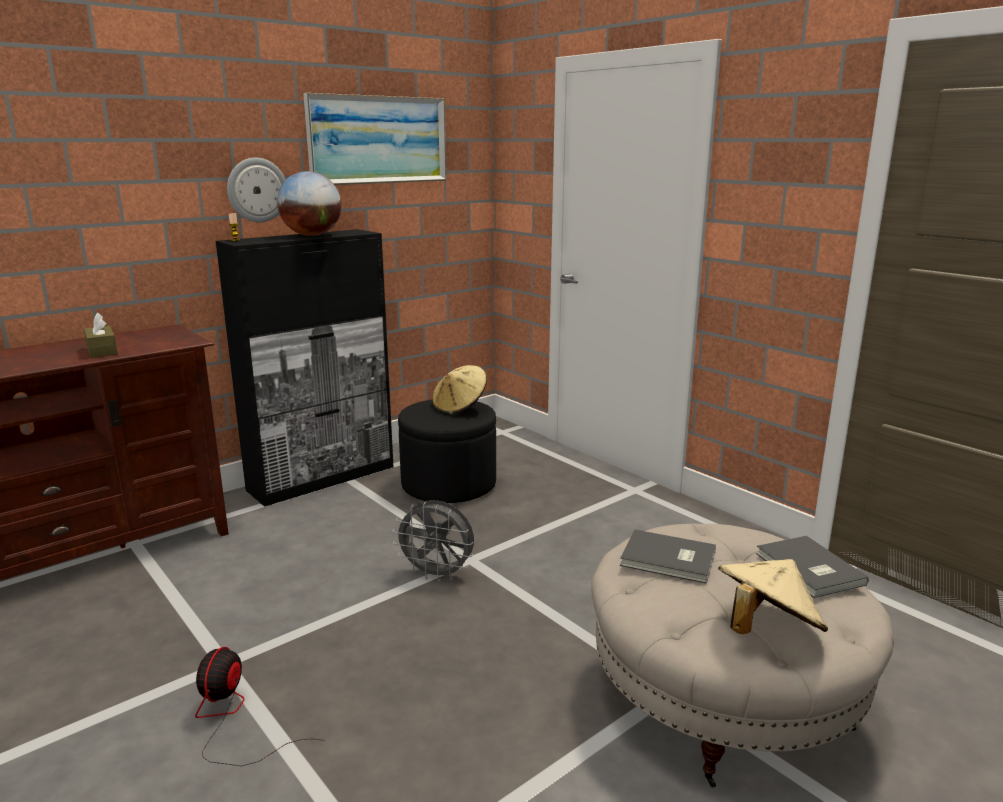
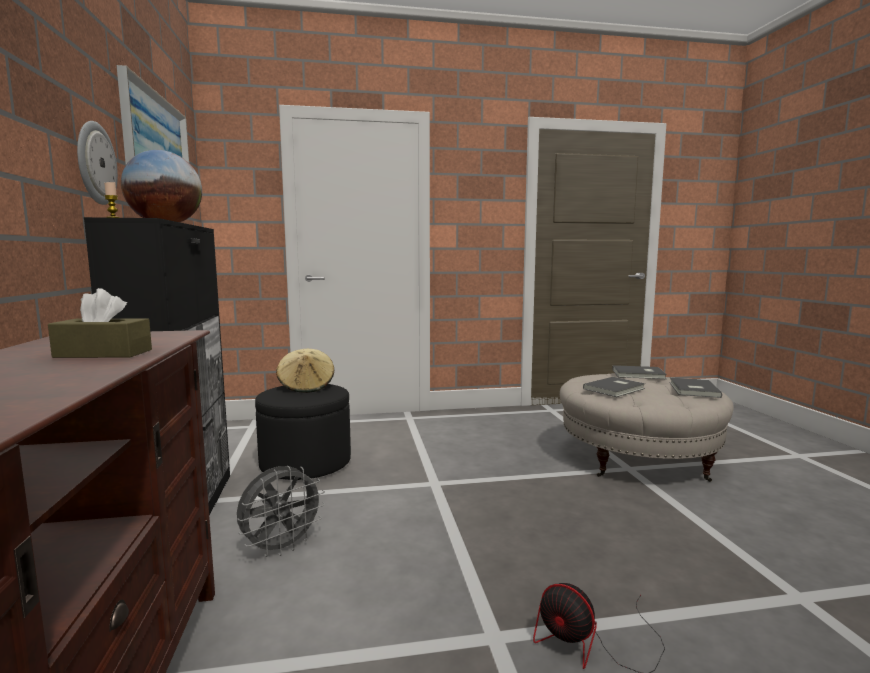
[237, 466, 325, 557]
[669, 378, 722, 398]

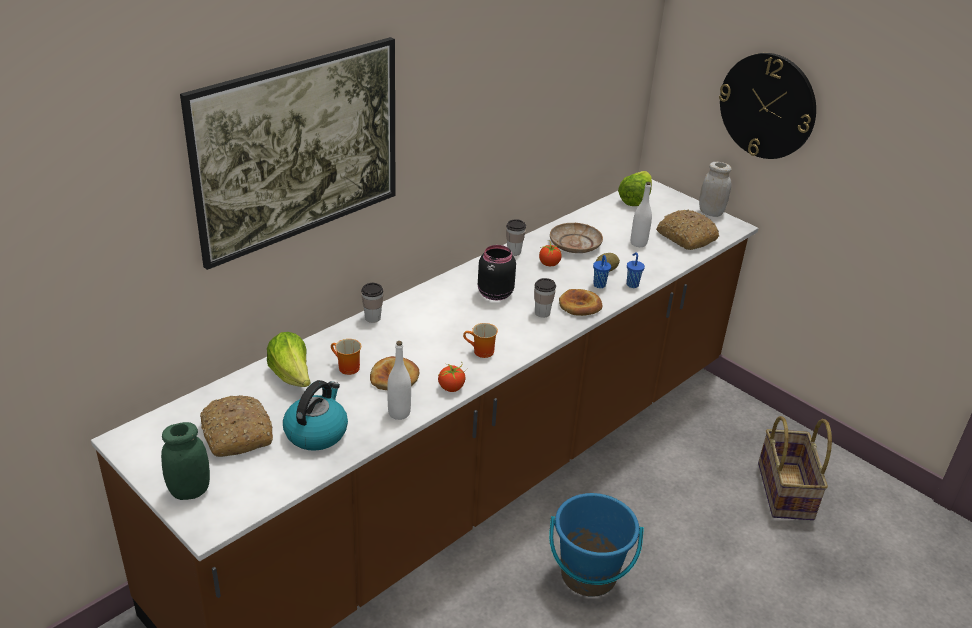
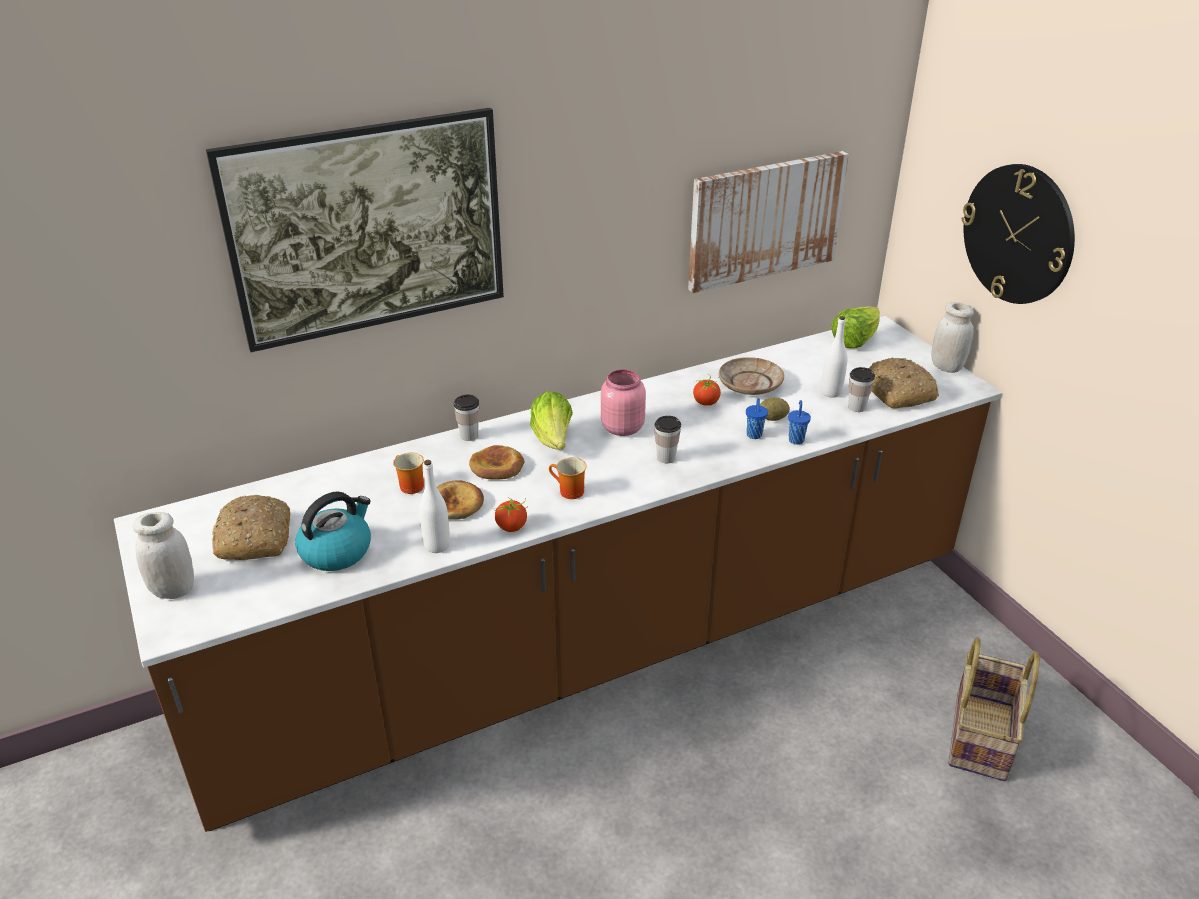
[133, 512, 194, 599]
[530, 391, 573, 450]
[601, 369, 646, 436]
[848, 367, 875, 412]
[549, 493, 644, 597] (first image)
[469, 445, 524, 480]
[688, 151, 849, 293]

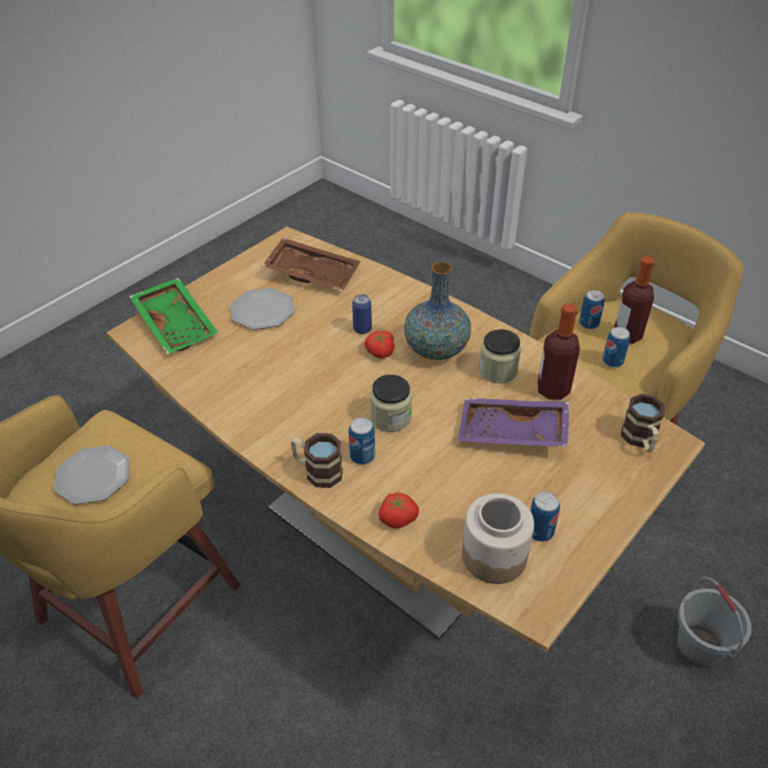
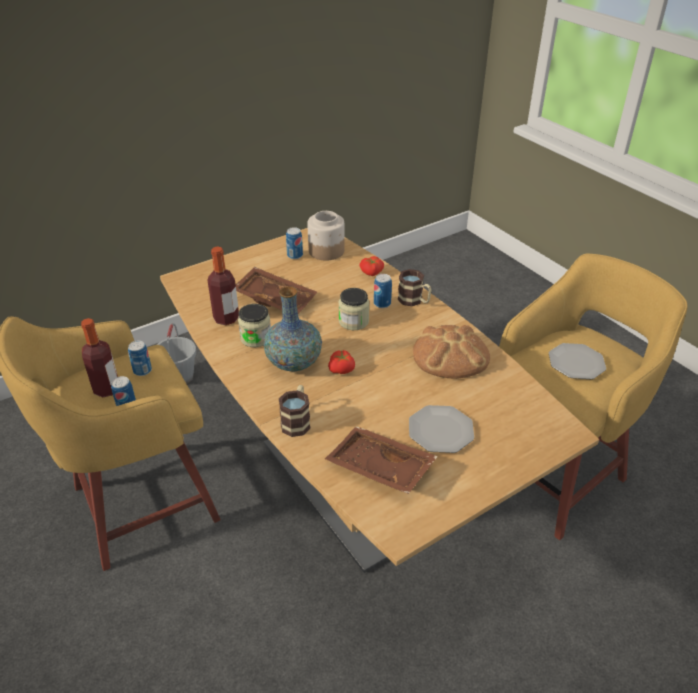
[129, 277, 218, 355] (first image)
[352, 294, 372, 334] (first image)
[236, 267, 317, 314]
[279, 385, 310, 437]
[413, 325, 490, 379]

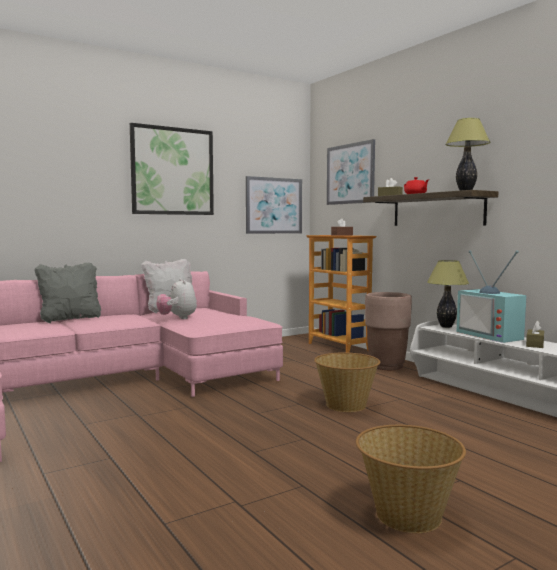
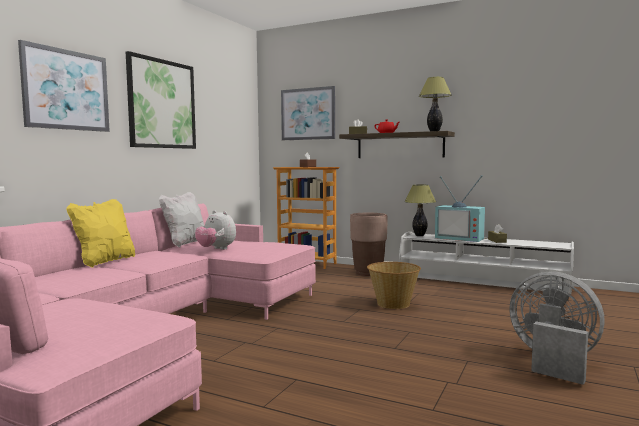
[66, 199, 135, 268]
[18, 40, 110, 132]
[509, 271, 605, 385]

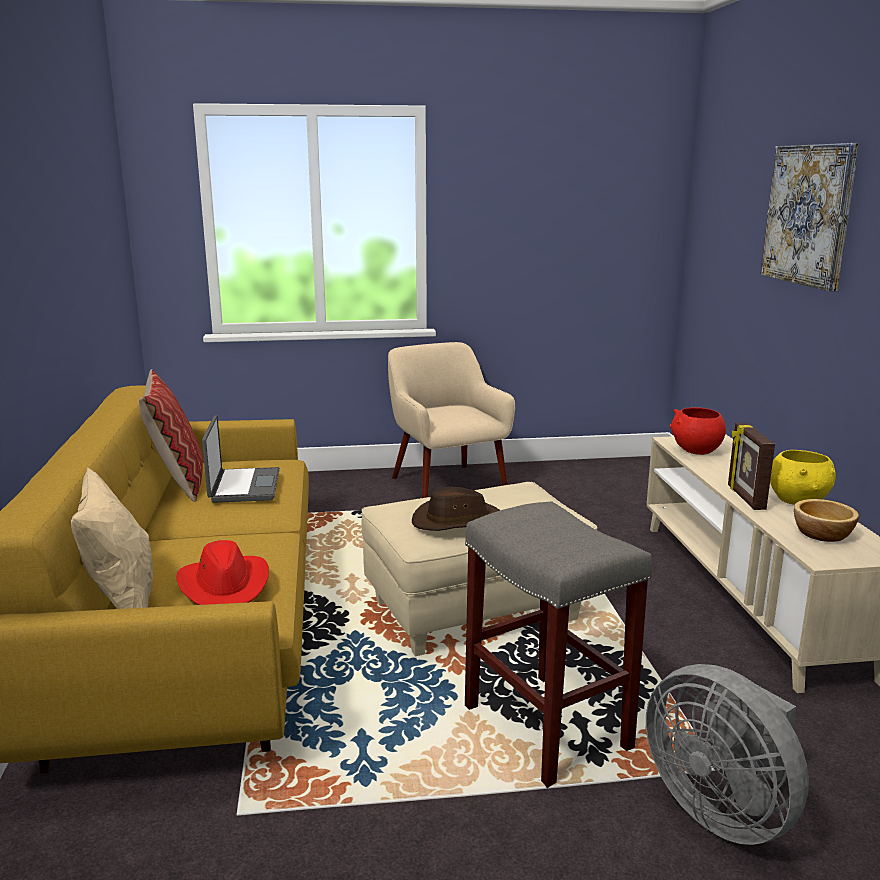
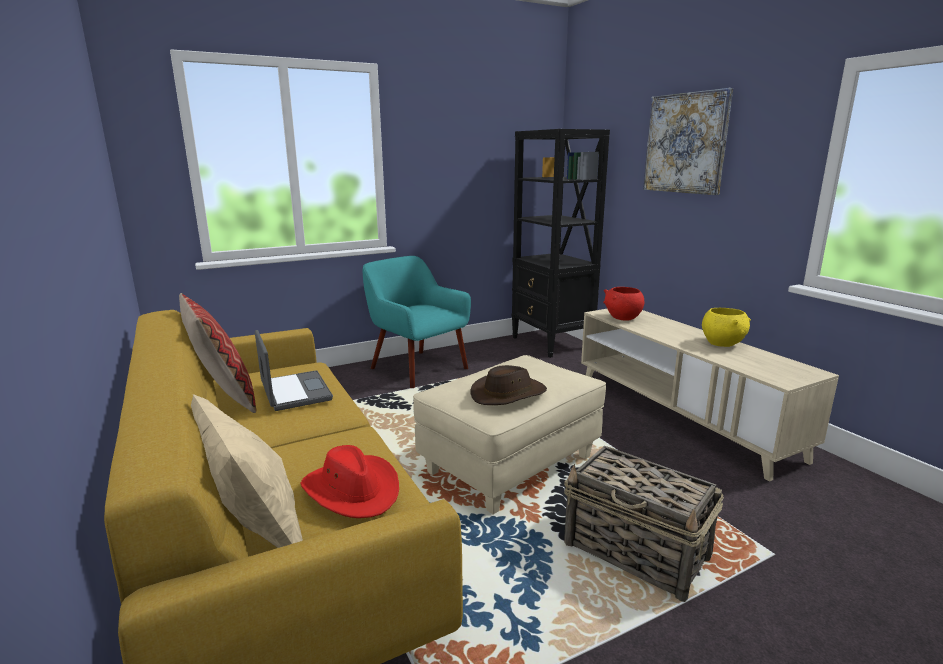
[363, 256, 471, 388]
[564, 446, 724, 602]
[646, 664, 809, 845] (first image)
[728, 423, 775, 510] (first image)
[794, 499, 859, 542] (first image)
[511, 129, 610, 358]

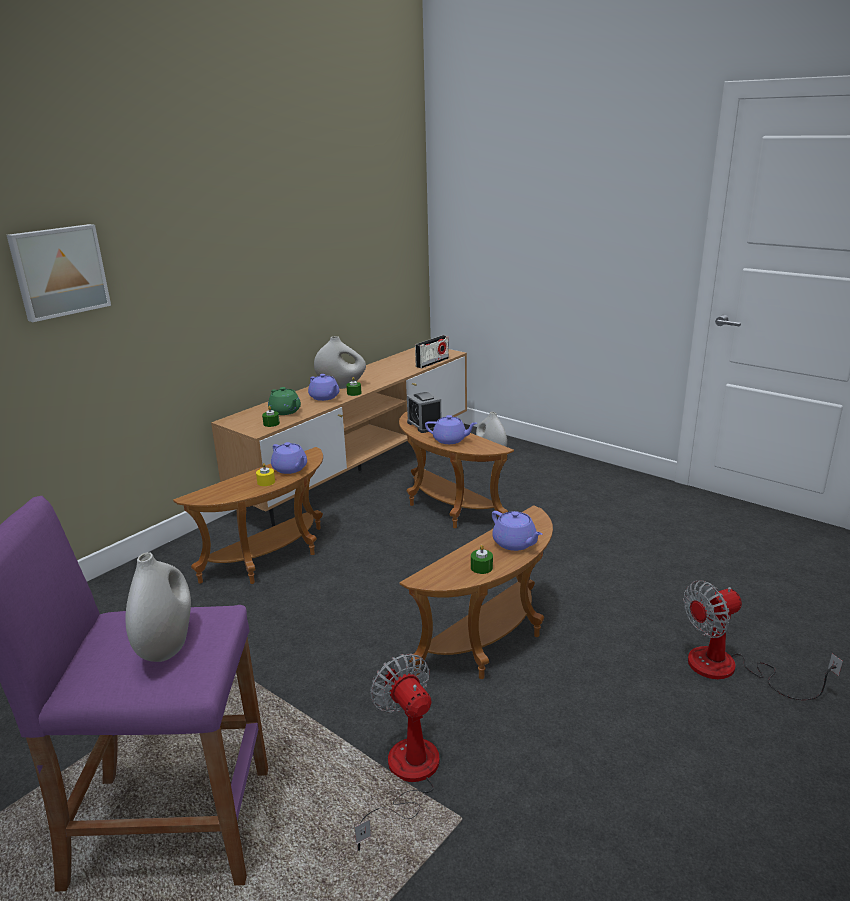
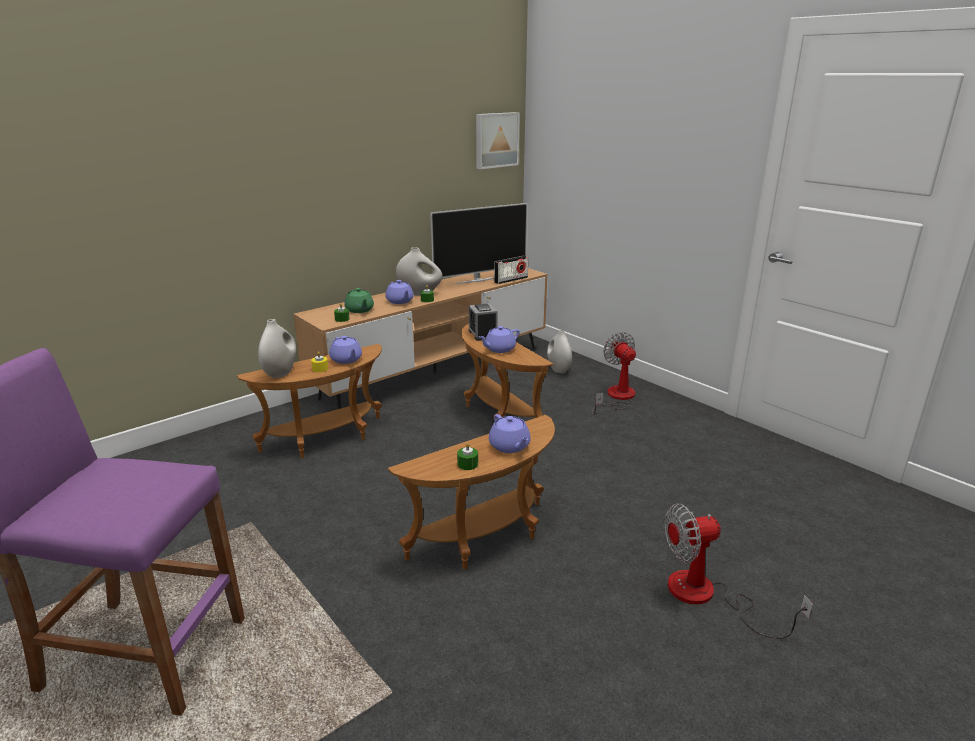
[476, 112, 520, 169]
[258, 319, 296, 378]
[592, 332, 636, 415]
[479, 326, 519, 353]
[430, 203, 528, 284]

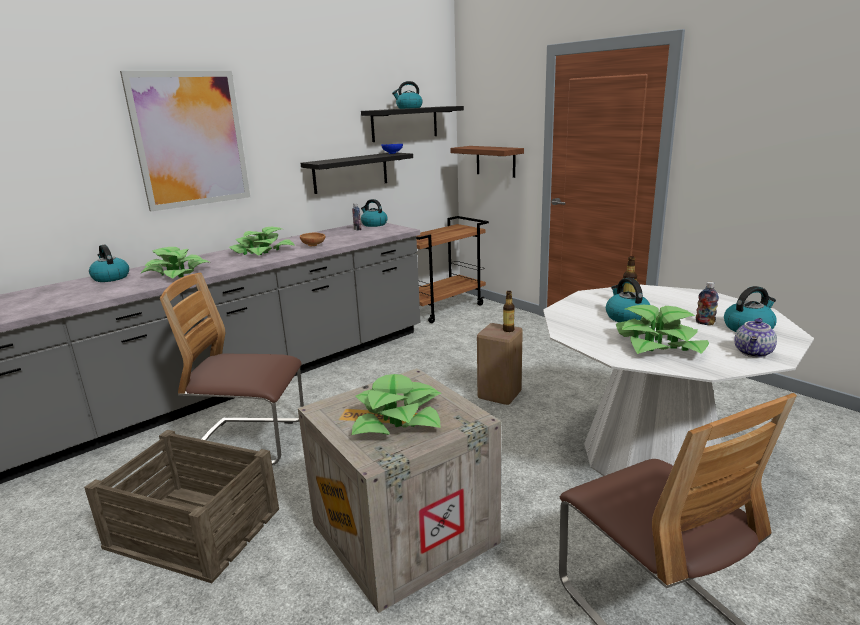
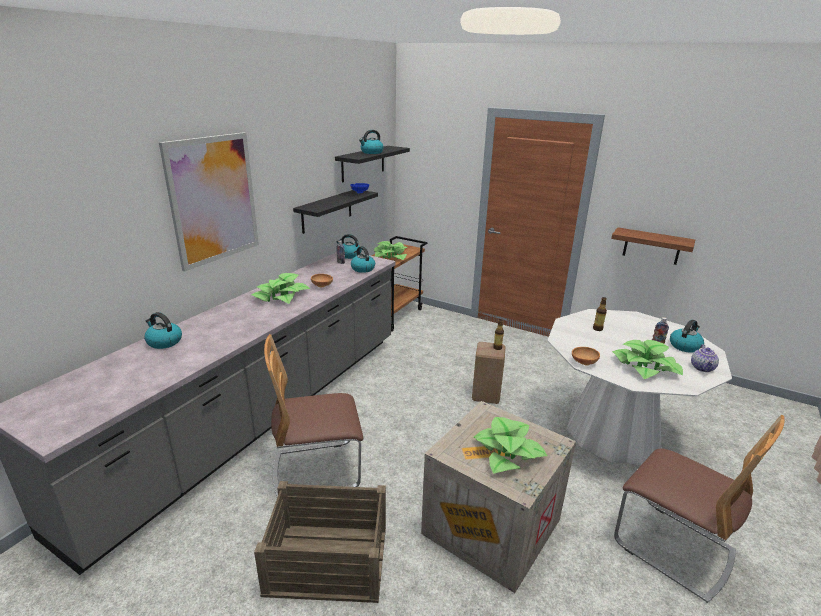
[374, 241, 407, 260]
[611, 227, 695, 265]
[351, 246, 375, 273]
[572, 347, 600, 366]

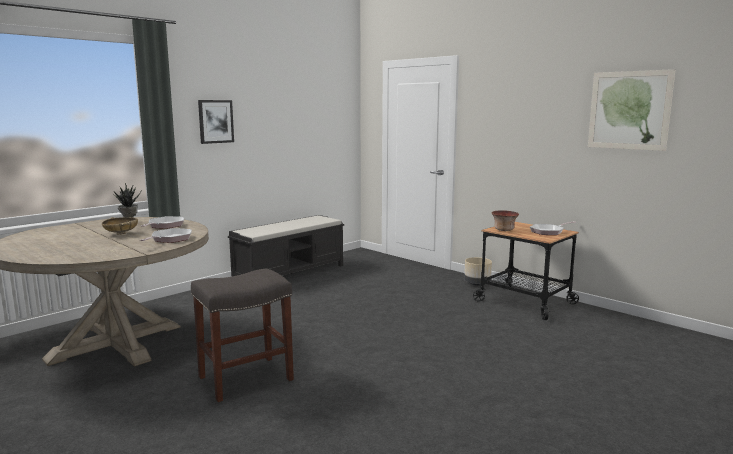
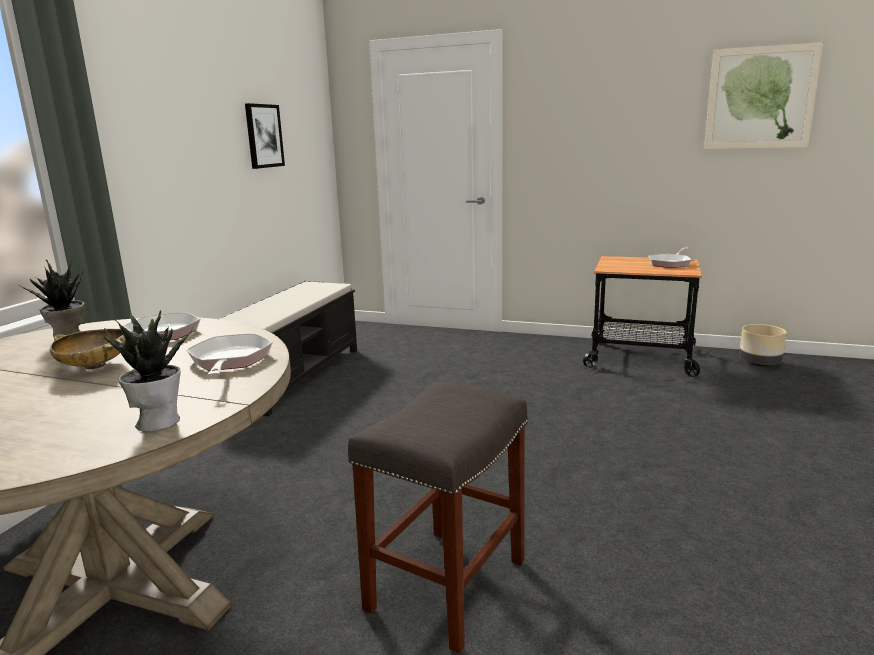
[245, 103, 285, 169]
[739, 324, 787, 367]
[492, 210, 519, 231] (first image)
[102, 309, 193, 431]

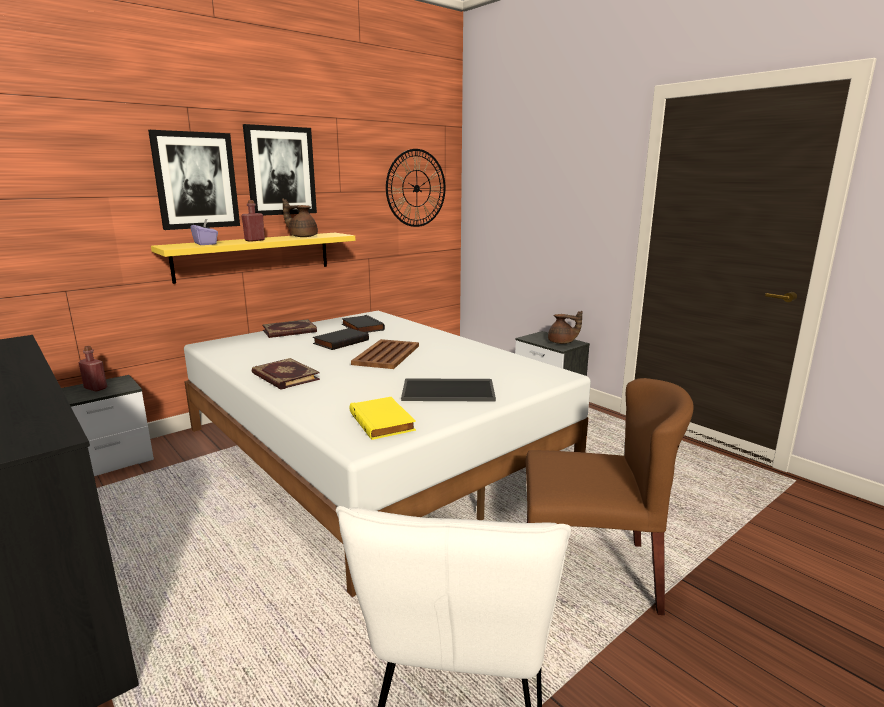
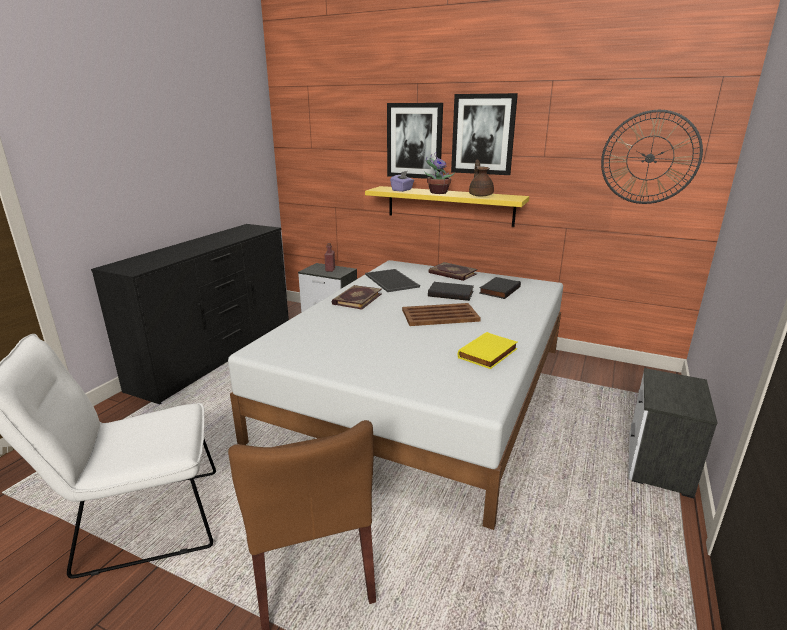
[424, 152, 455, 194]
[458, 332, 517, 369]
[365, 269, 420, 292]
[548, 311, 583, 344] (first image)

